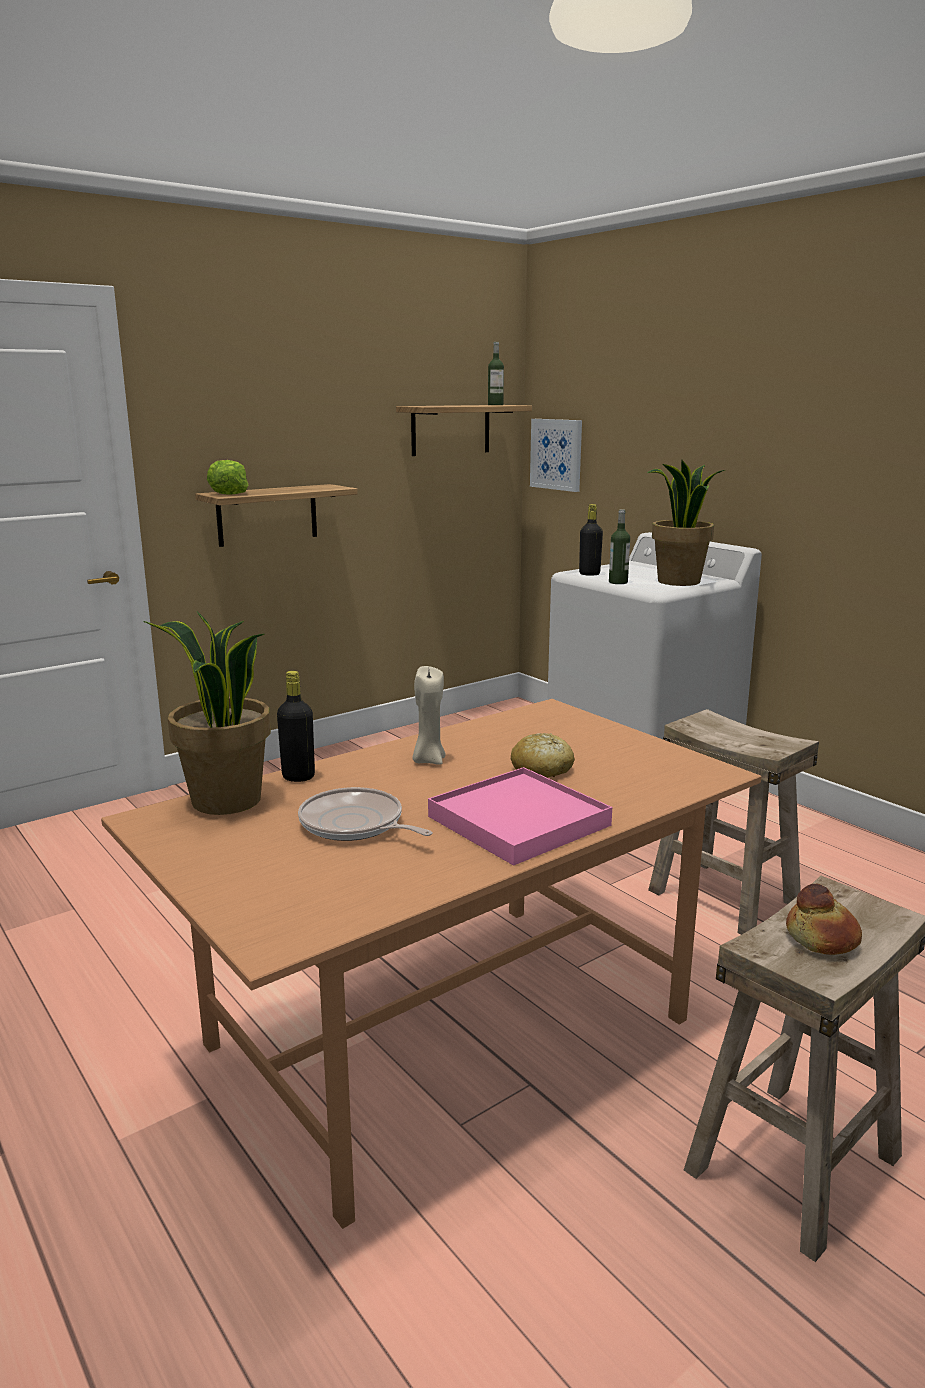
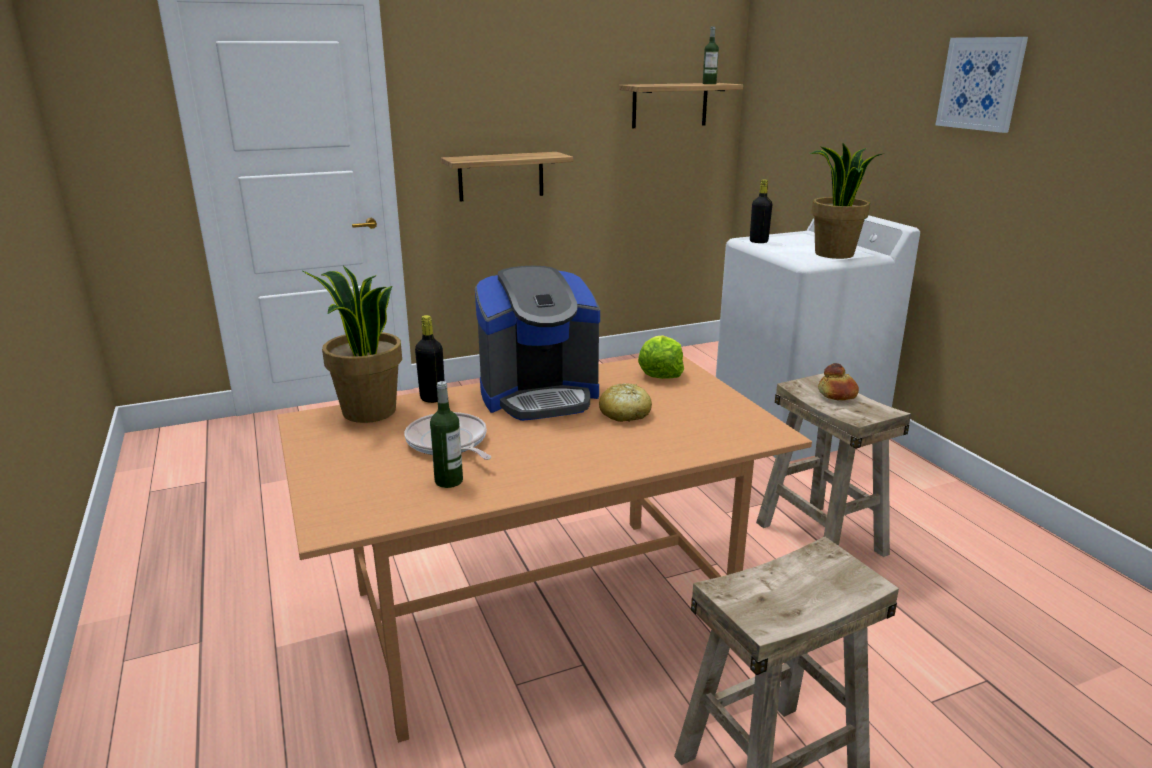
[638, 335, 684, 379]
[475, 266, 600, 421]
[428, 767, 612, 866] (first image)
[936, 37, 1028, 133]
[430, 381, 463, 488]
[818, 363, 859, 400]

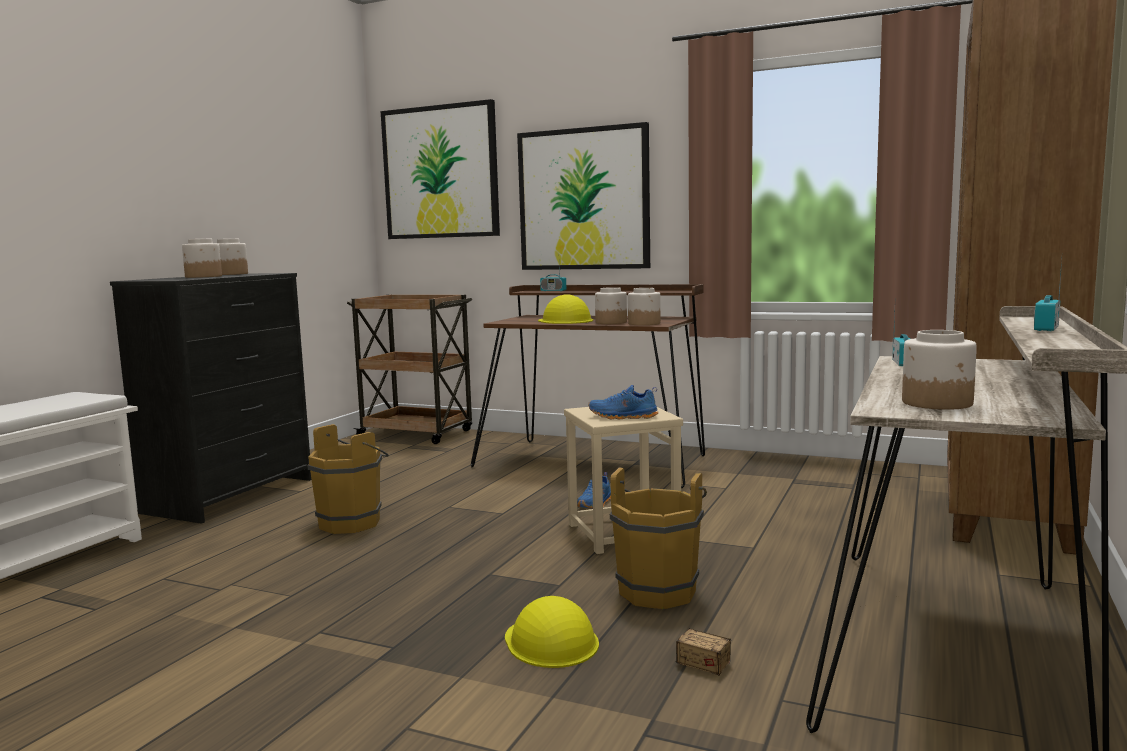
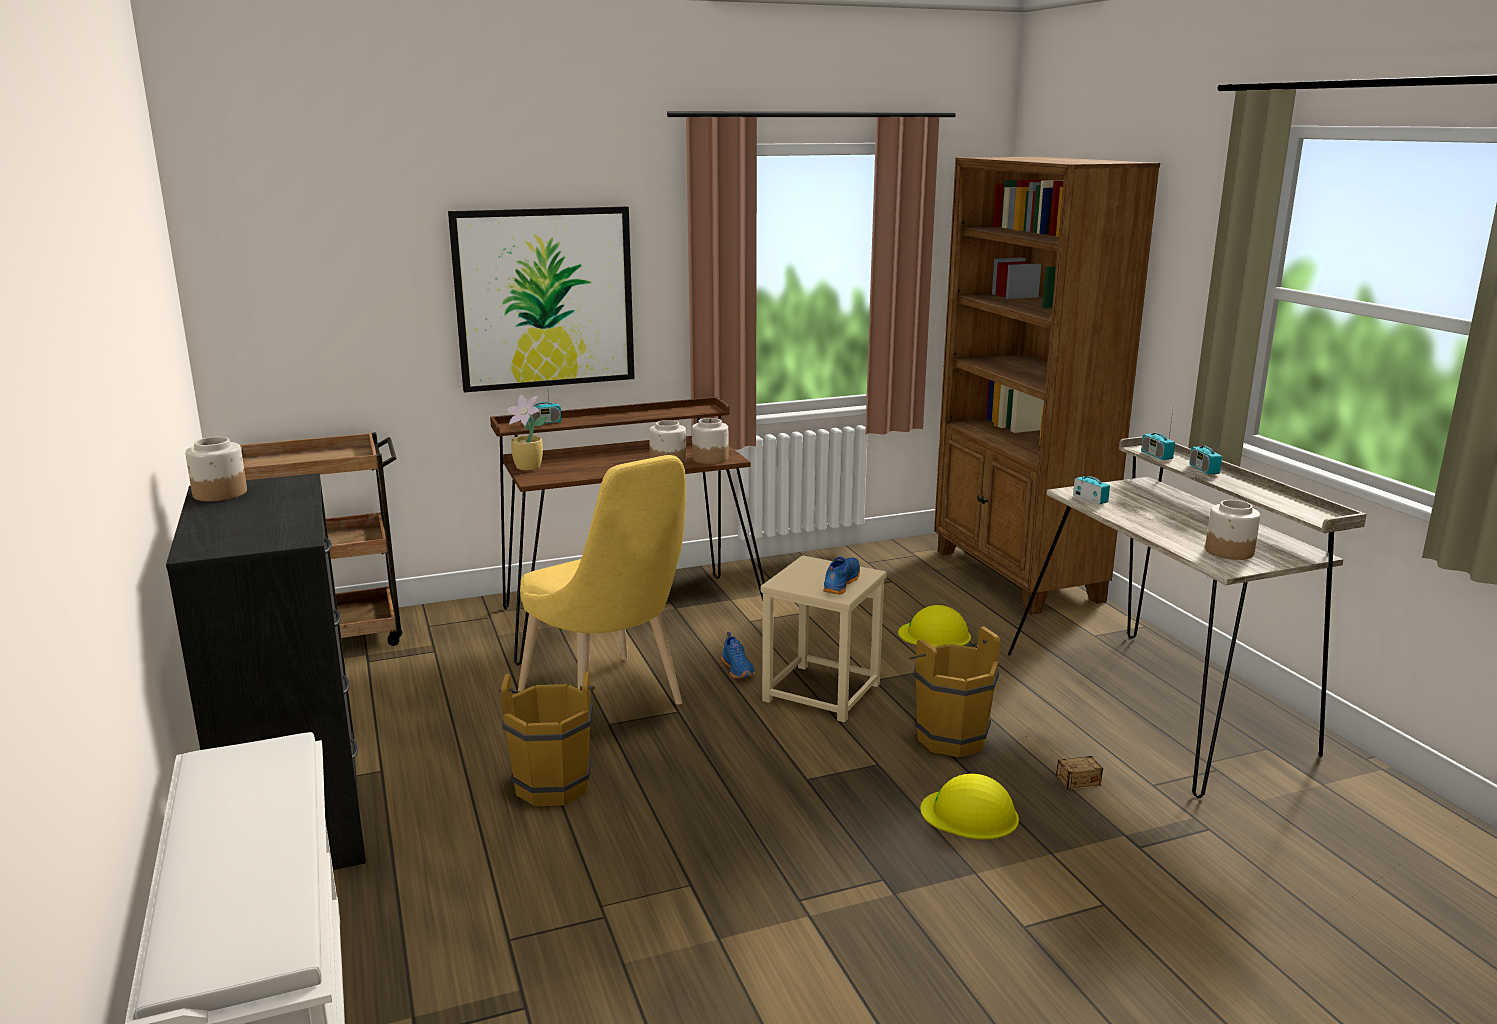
[182, 239, 222, 278] (first image)
[381, 99, 500, 239] (first image)
[898, 605, 971, 647]
[823, 556, 860, 594]
[507, 395, 547, 470]
[518, 455, 686, 705]
[1141, 411, 1175, 460]

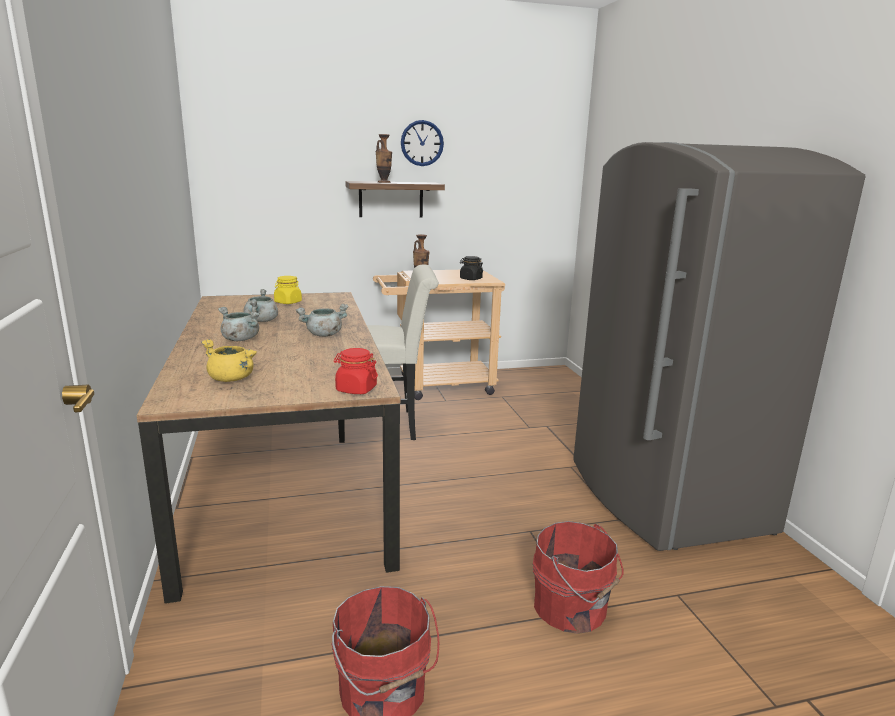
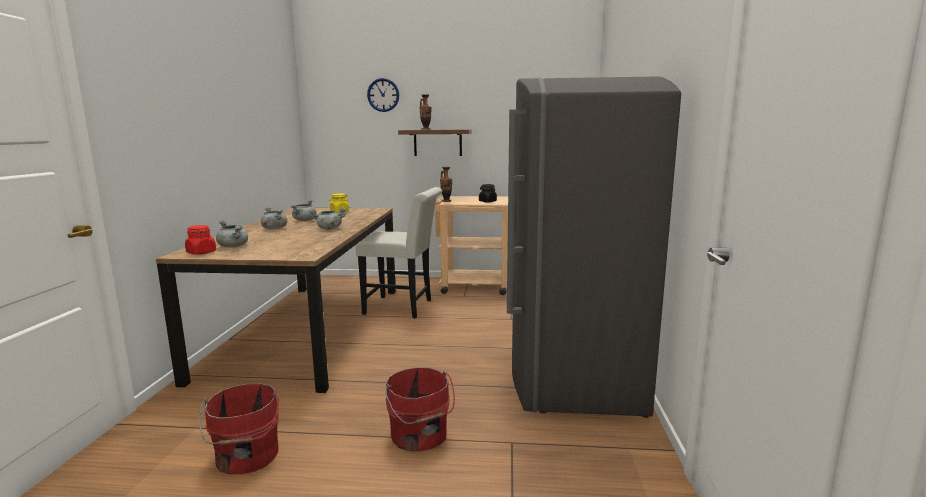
[216, 220, 248, 247]
[185, 225, 216, 255]
[367, 78, 399, 112]

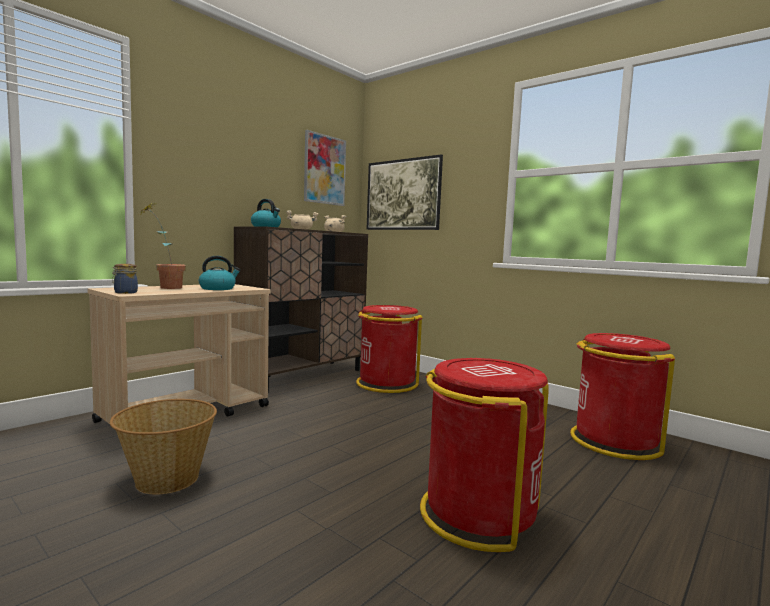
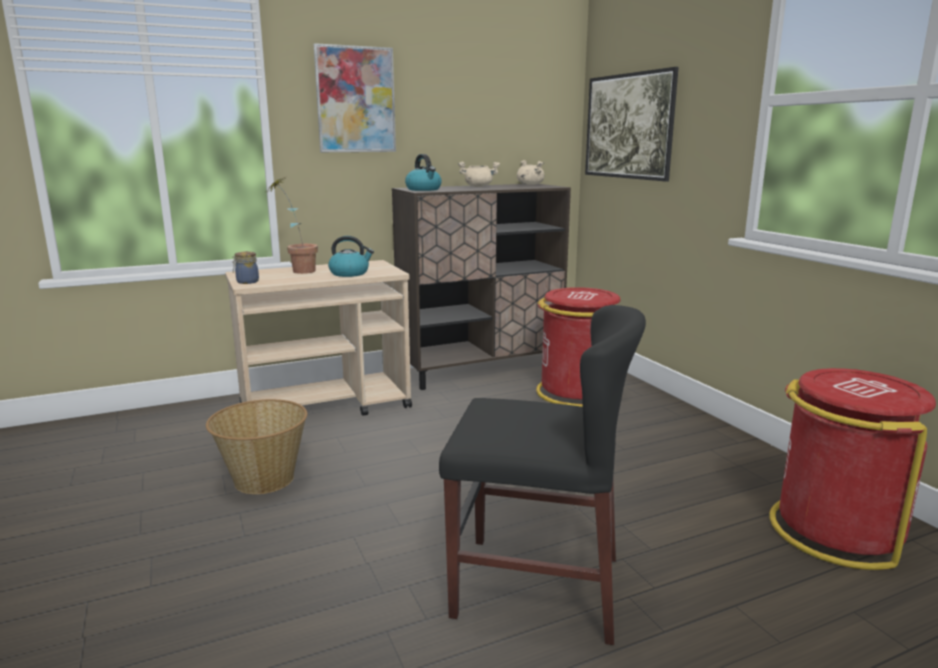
[313, 43, 396, 152]
[439, 305, 646, 645]

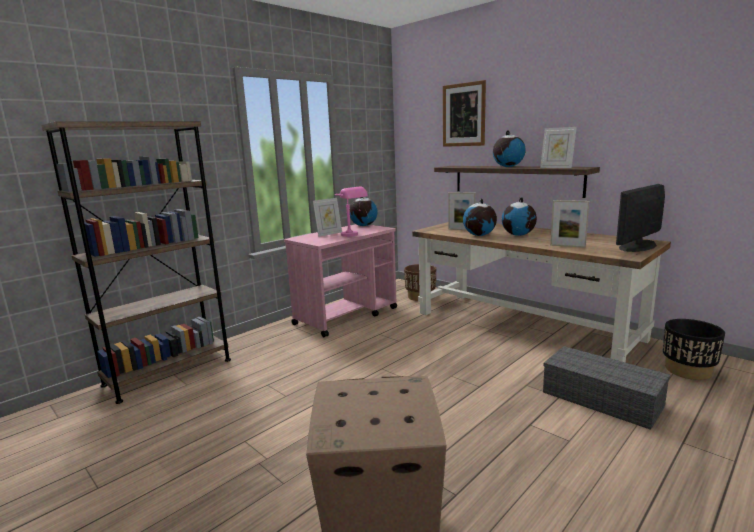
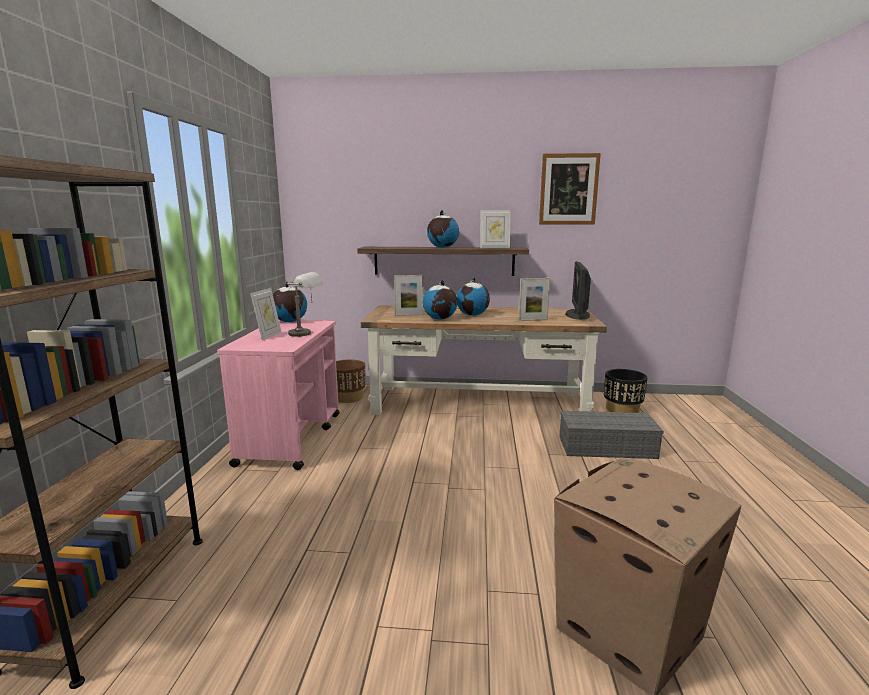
[286, 272, 324, 337]
[539, 153, 601, 225]

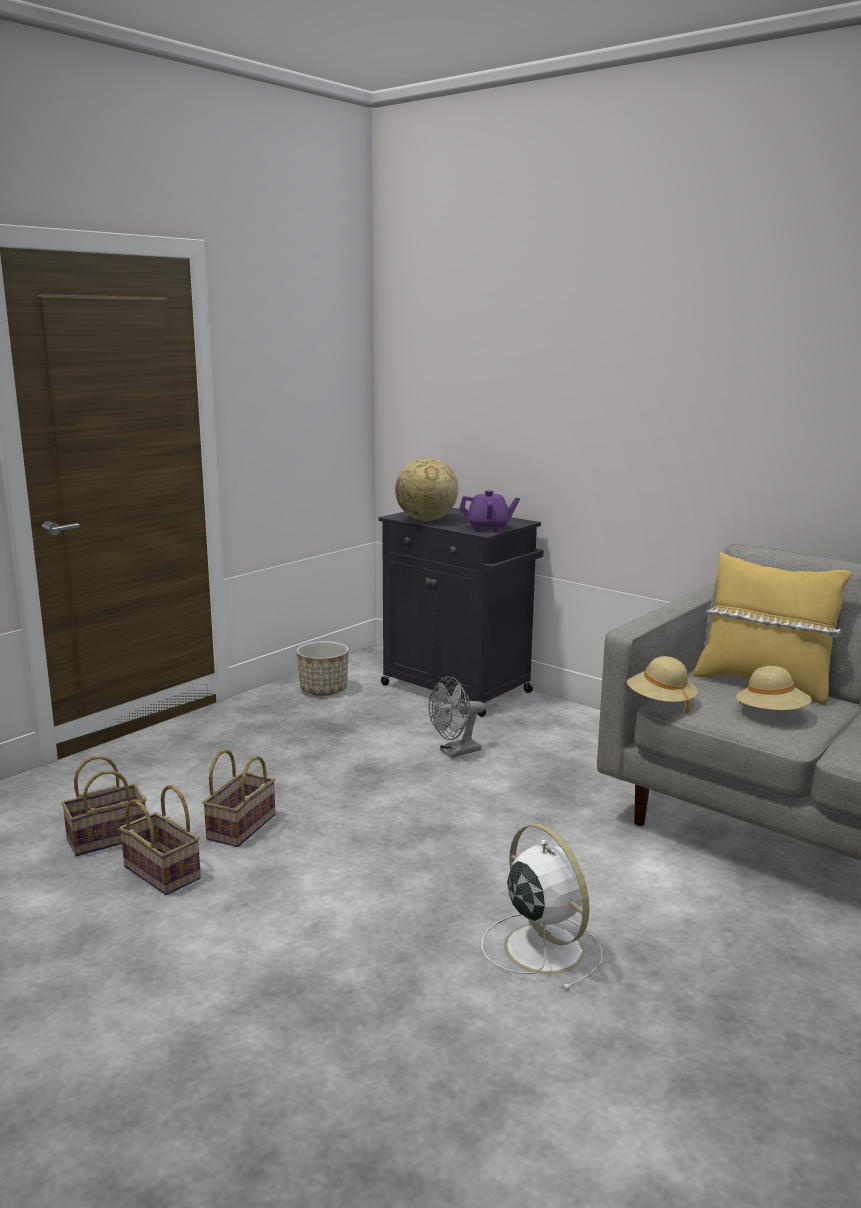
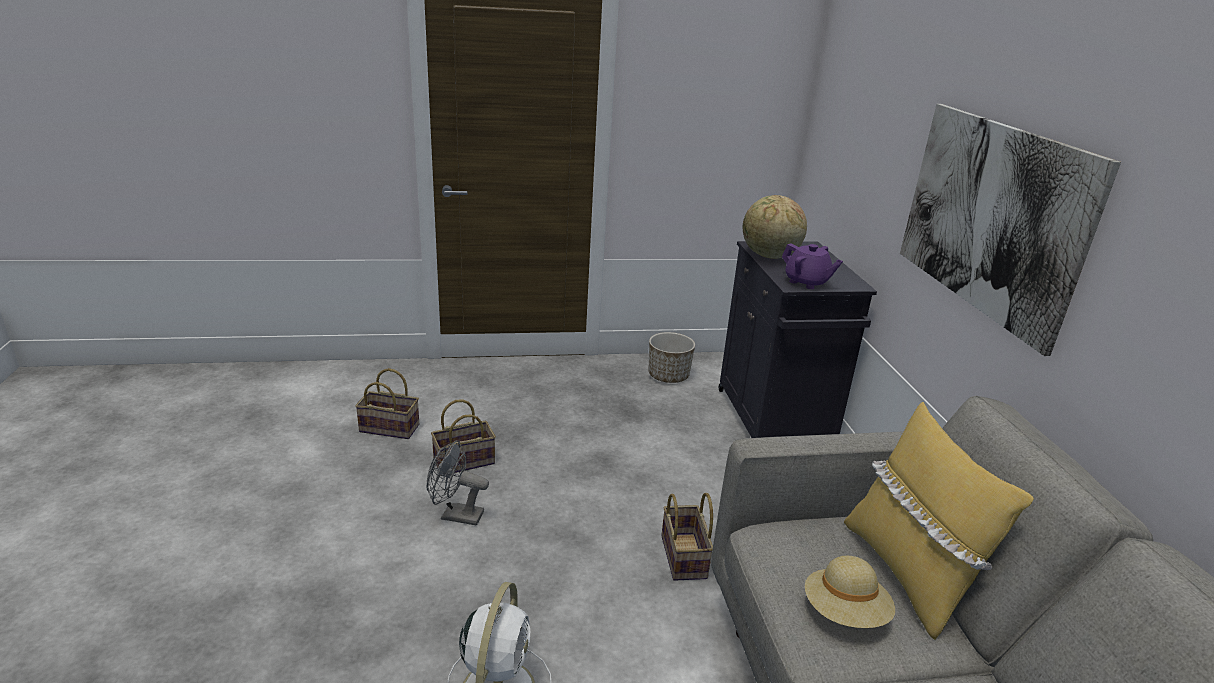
[661, 493, 713, 581]
[427, 440, 489, 526]
[627, 656, 698, 714] (first image)
[900, 104, 1121, 356]

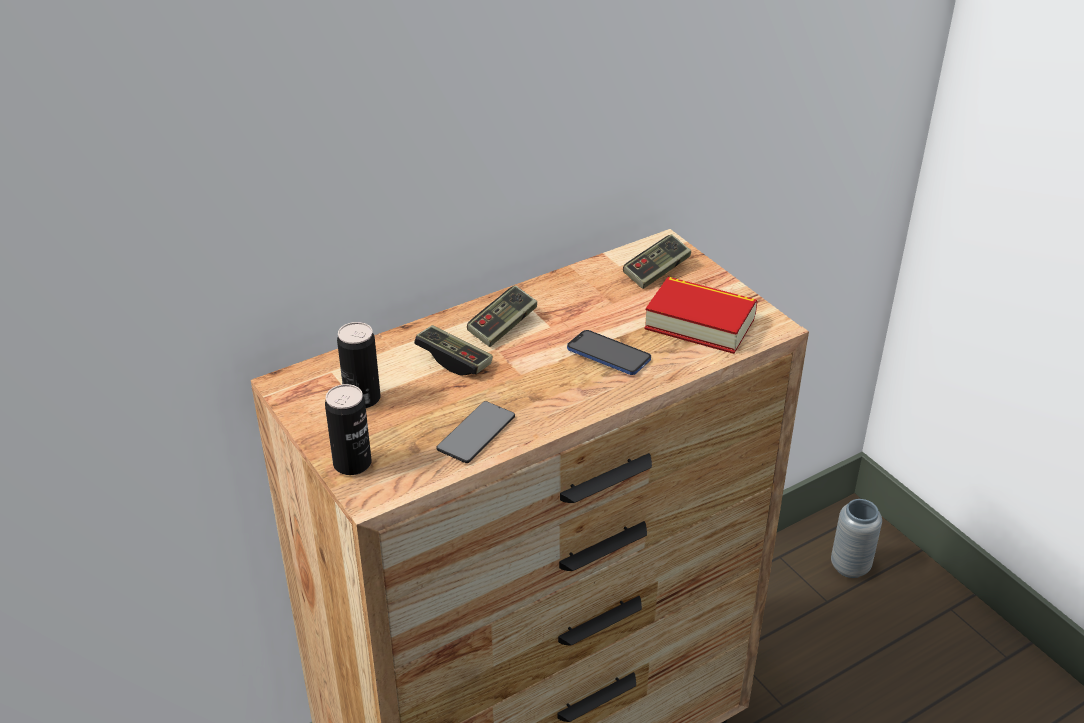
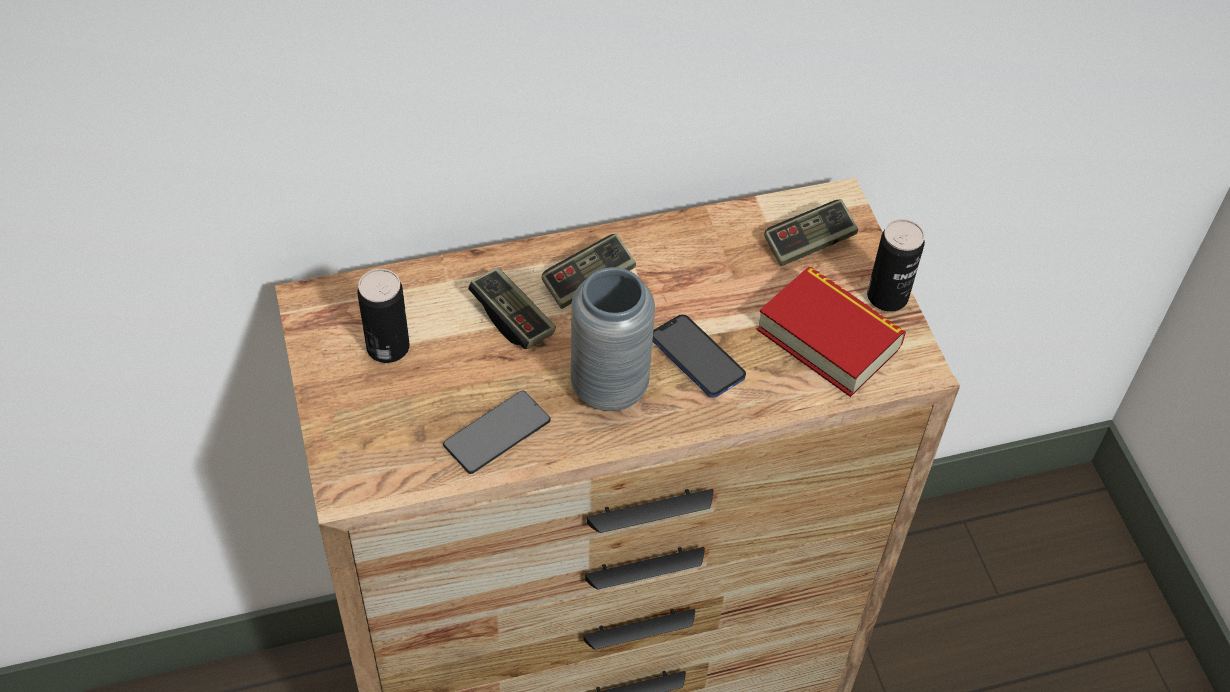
[867, 219, 925, 312]
[571, 267, 655, 411]

